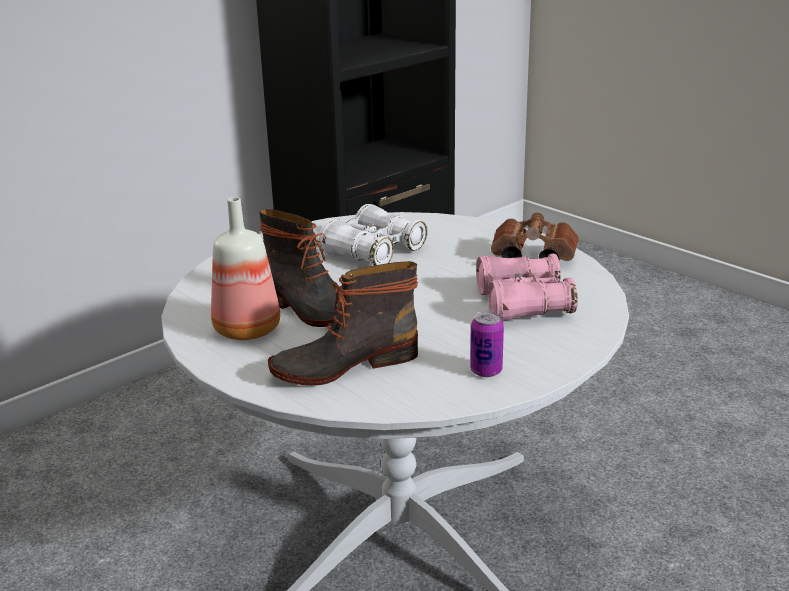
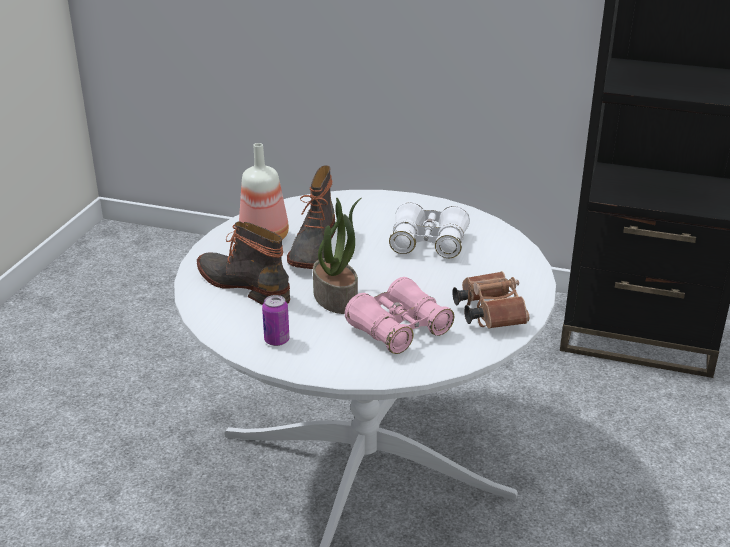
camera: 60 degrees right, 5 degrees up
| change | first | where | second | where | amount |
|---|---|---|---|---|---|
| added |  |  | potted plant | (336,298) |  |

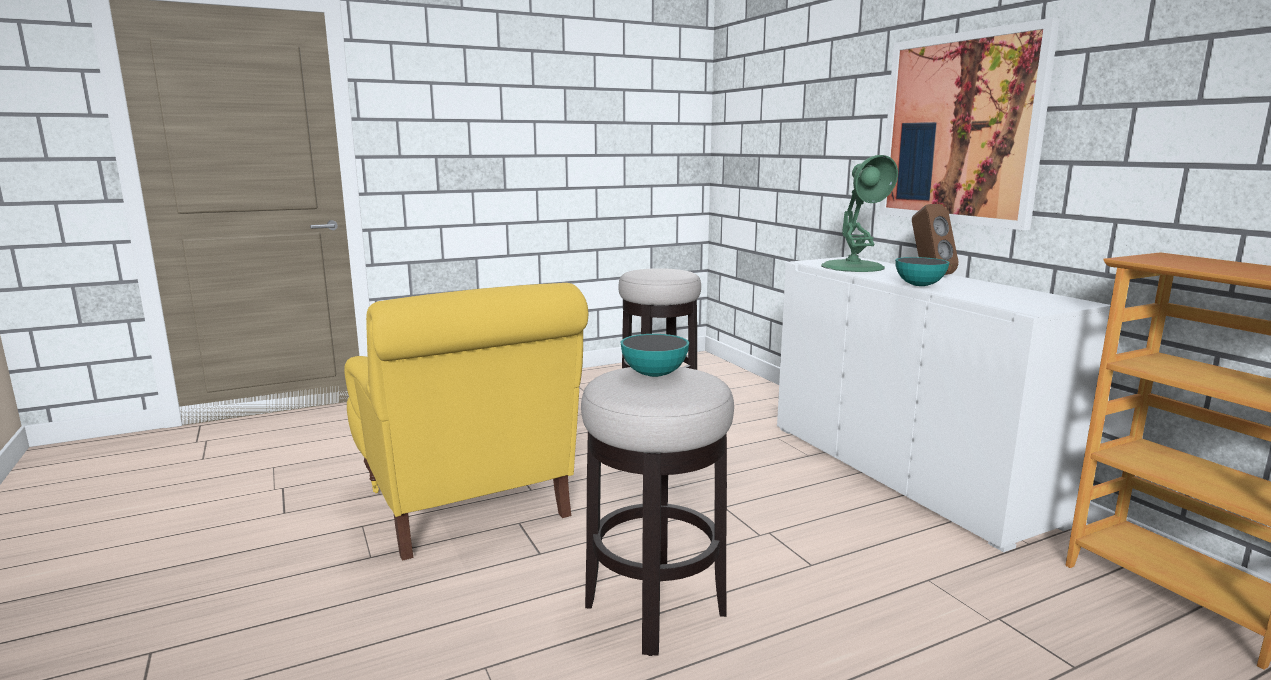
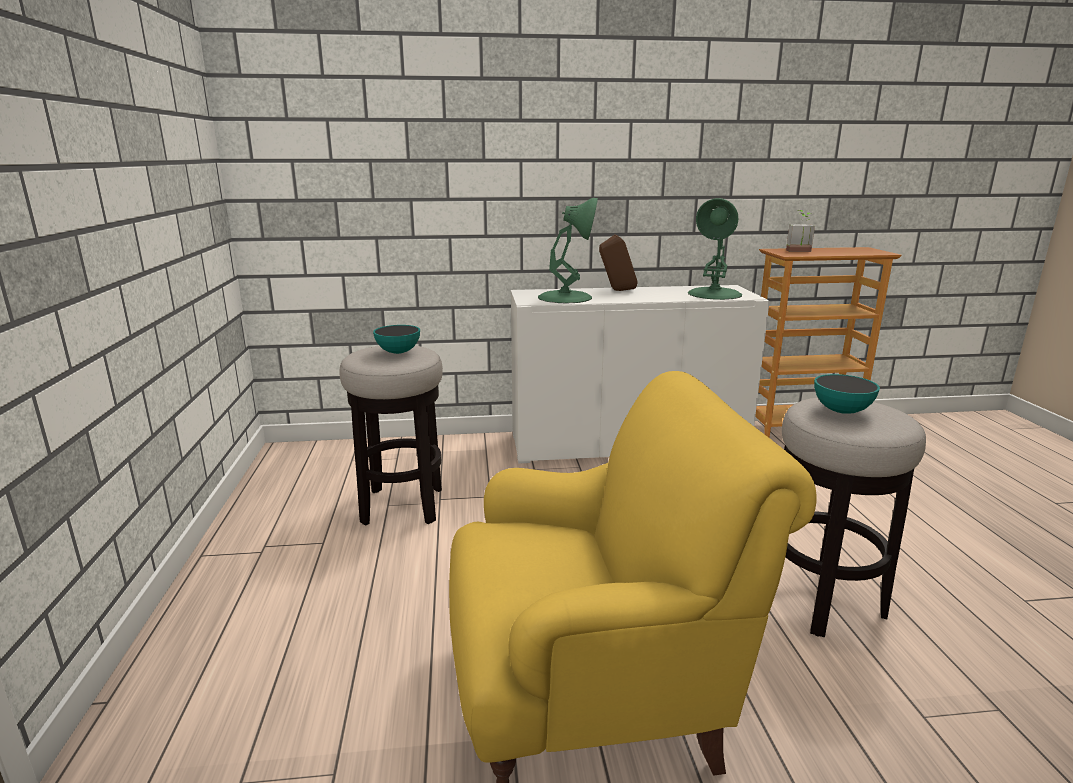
camera: 70 degrees left, 5 degrees up
| change | first | where | second | where | amount |
|---|---|---|---|---|---|
| removed | picture | (960,129) |  |  |  |
| moved | bowl | (919,285) |  | (398,352) |  |
| added |  |  | table lamp in green | (714,294) |  |
| added |  |  | potted plant | (800,251) |  |

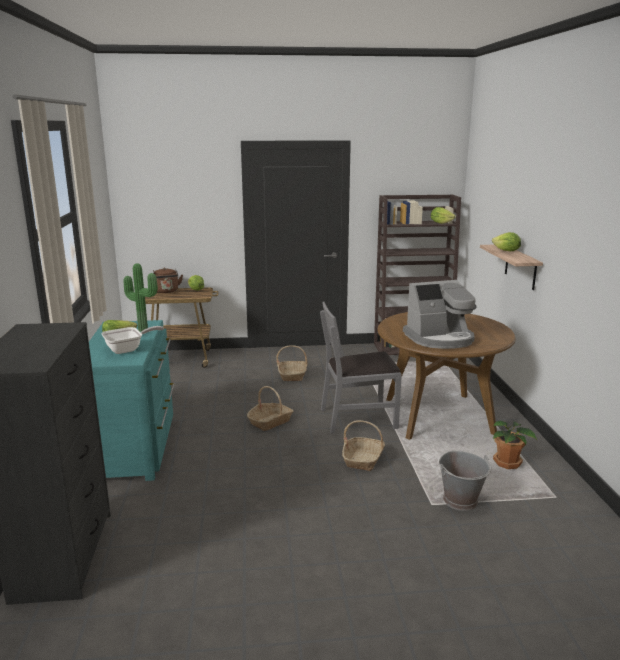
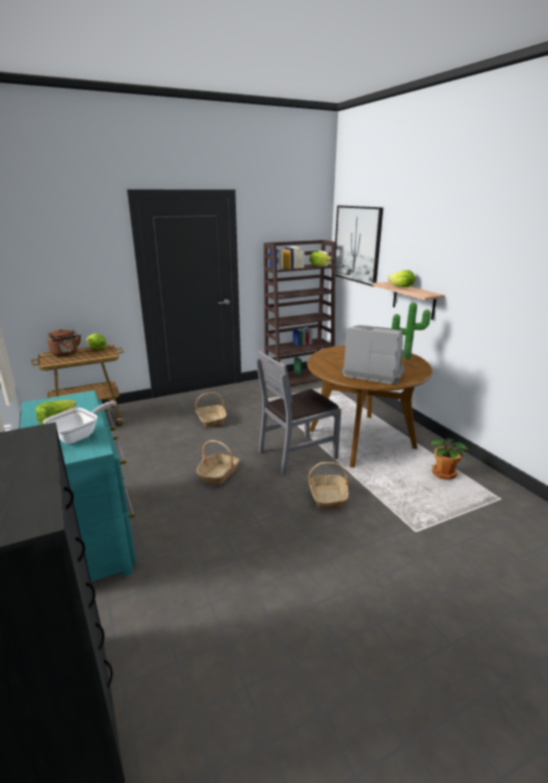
camera: 20 degrees left, 5 degrees up
| change | first | where | second | where | amount |
|---|---|---|---|---|---|
| moved | potted plant | (144,329) |  | (406,358) |  |
| turned | coffee machine | (440,338) |  | (373,372) | 120 degrees counterclockwise |
| removed | bucket in grey | (461,500) |  |  |  |
| added |  |  | picture | (357,244) |  |

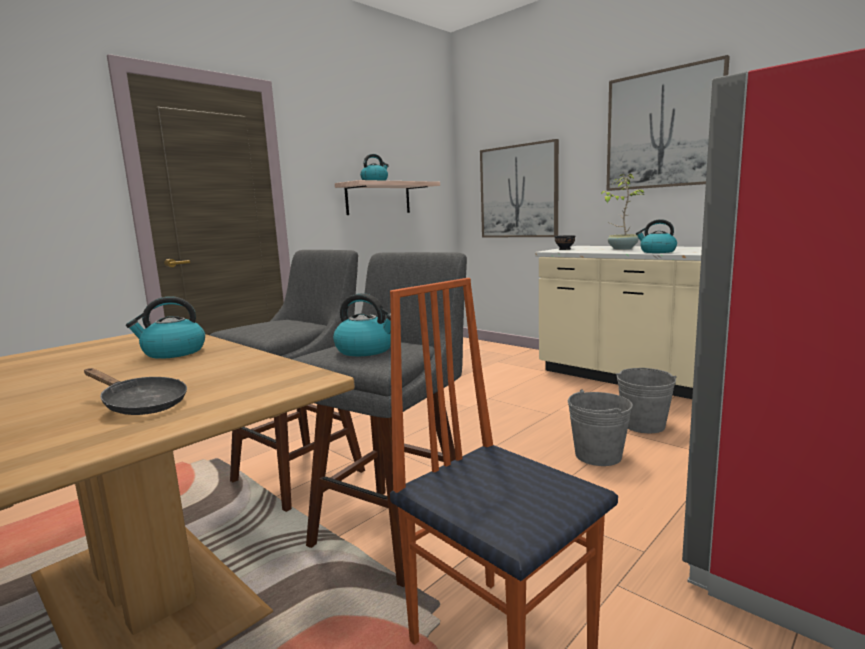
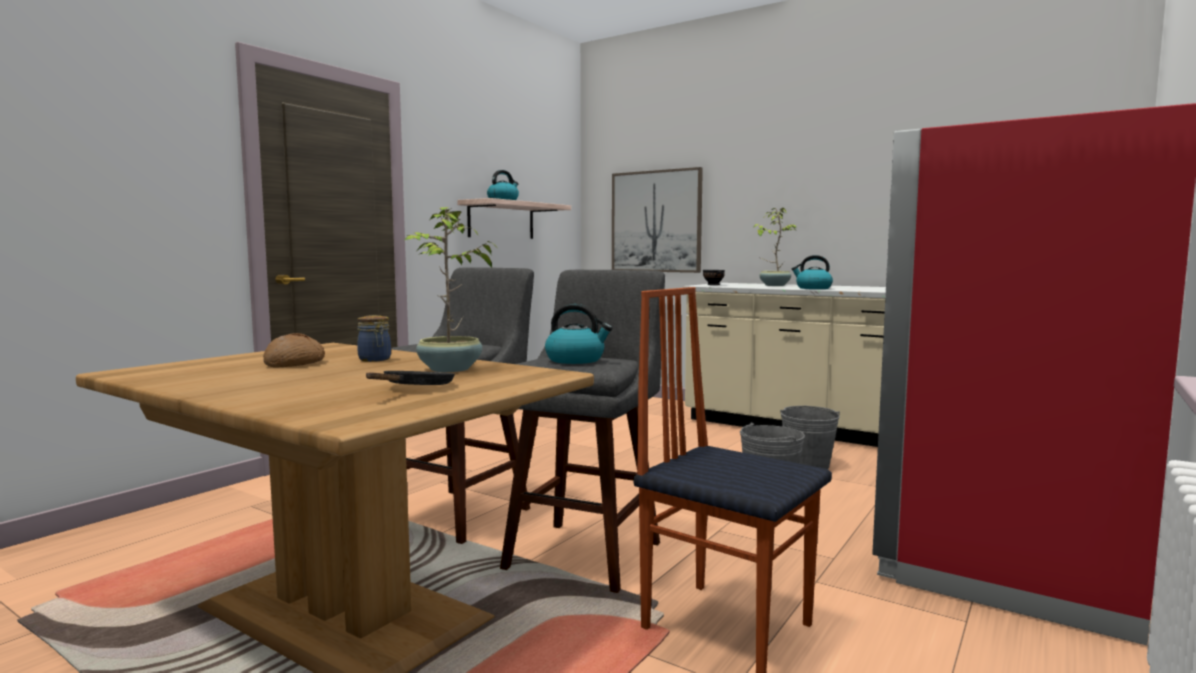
camera: 10 degrees left, 5 degrees down
| change | first | where | second | where | amount |
|---|---|---|---|---|---|
| turned | frying pan in black | (140,405) |  | (415,388) | 90 degrees counterclockwise |
| replaced | kettle | (173,352) | jar | (375,359) |  |
| removed | picture | (663,129) |  |  |  |
| added |  |  | bread | (295,363) |  |
| added |  |  | potted plant | (449,369) |  |

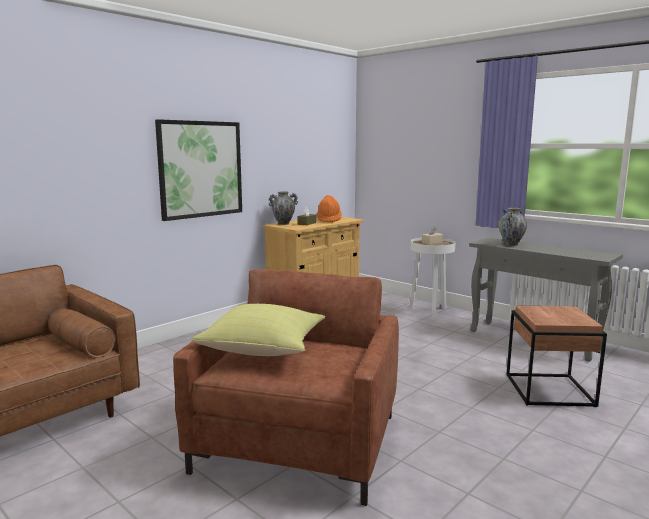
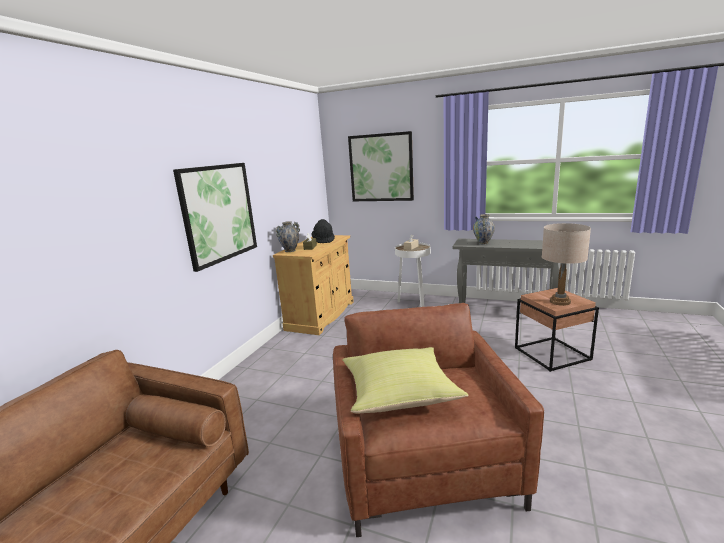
camera: 20 degrees left, 5 degrees up
| change | first | where | second | where | amount |
|---|---|---|---|---|---|
| recoloured | hat in orange | (329,220) | hat in black | (323,240) |  |
| added |  |  | picture | (381,168) |  |
| added |  |  | table lamp in beige | (560,301) |  |

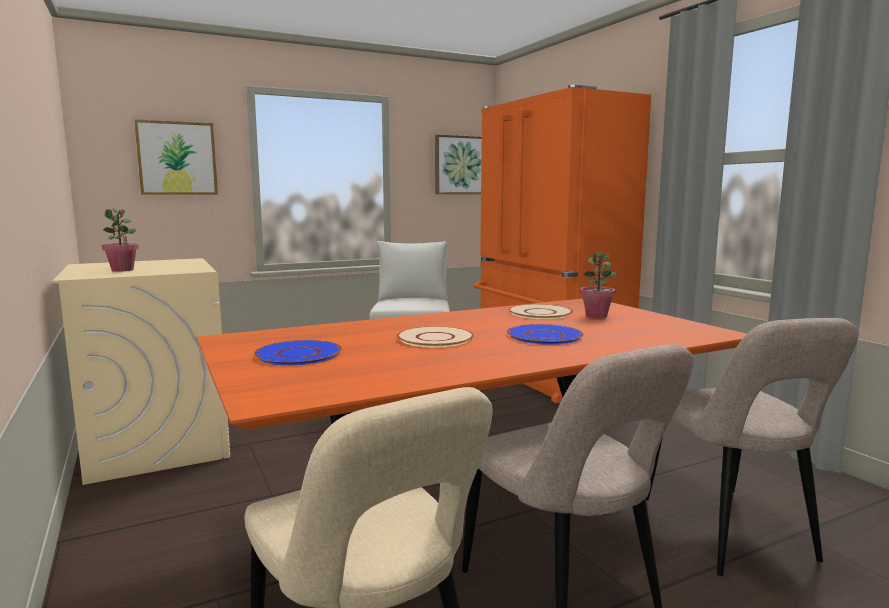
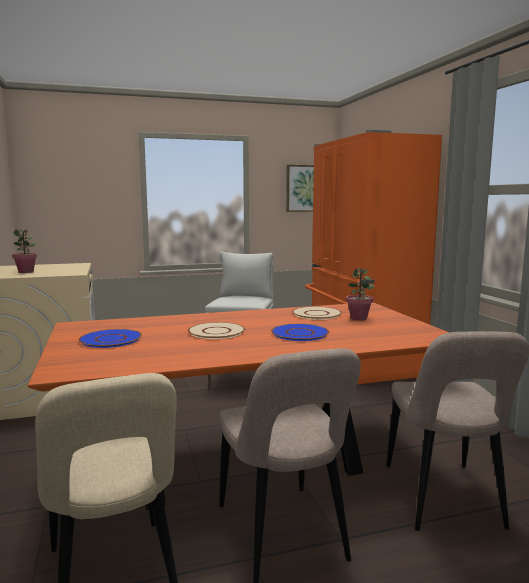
camera: 10 degrees right, 0 degrees up
| change | first | where | second | where | amount |
|---|---|---|---|---|---|
| removed | picture | (177,158) |  |  |  |

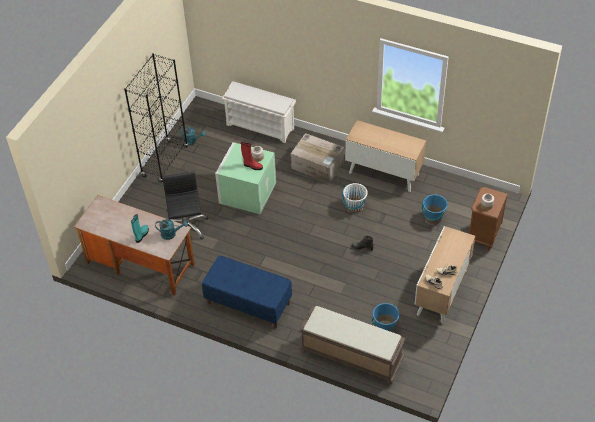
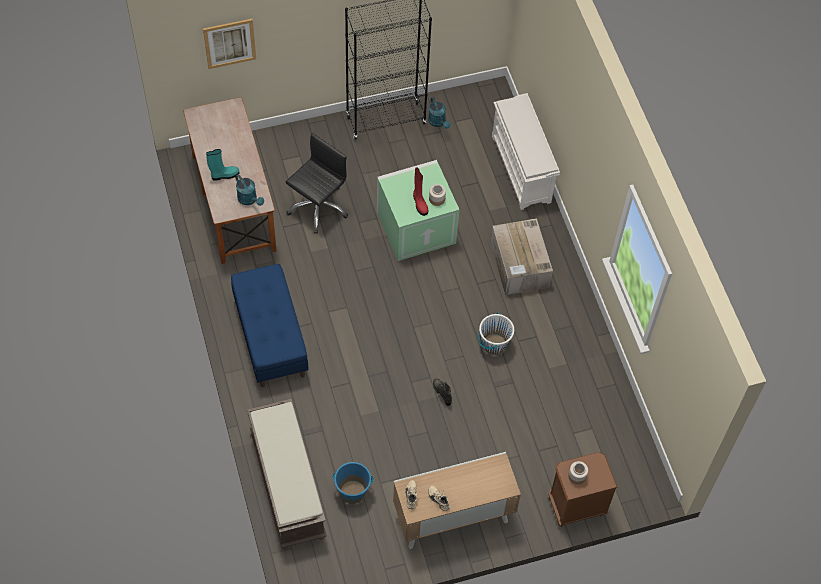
camera: 45 degrees right, 10 degrees up
| change | first | where | second | where | amount |
|---|---|---|---|---|---|
| removed | cabinet | (384,173) |  |  |  |
| removed | bucket in blue | (433,218) |  |  |  |
| added |  |  | picture | (229,43) |  |

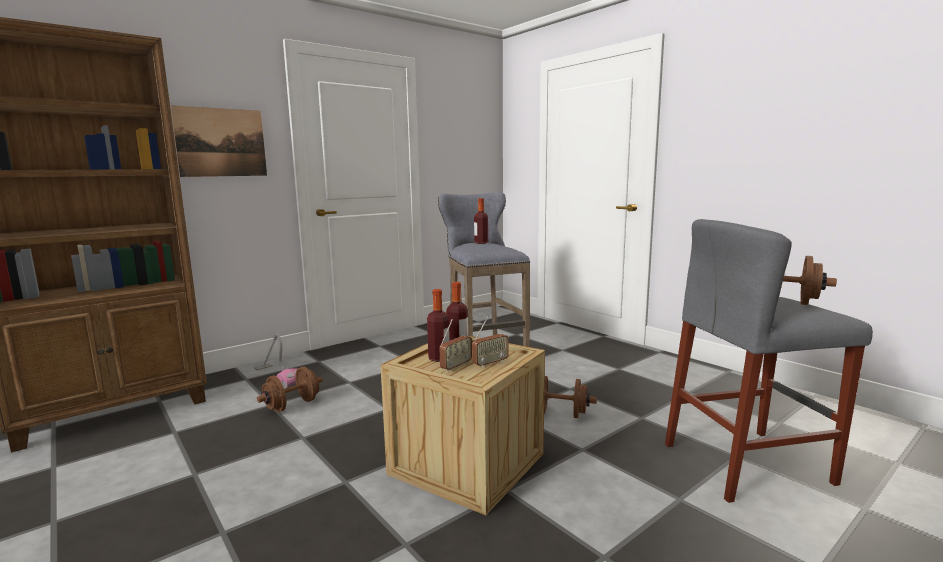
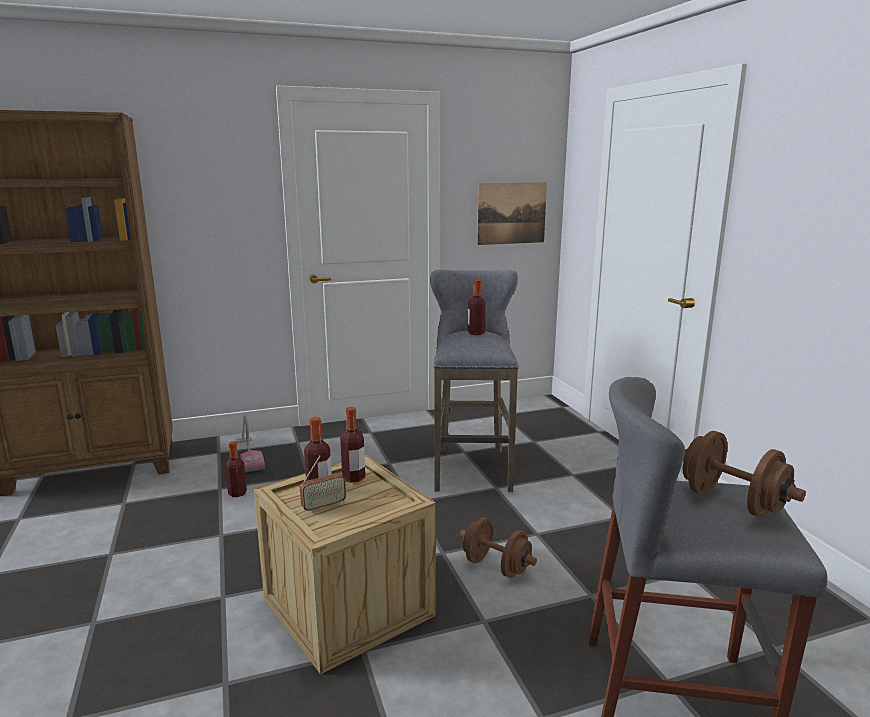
camera: 20 degrees right, 5 degrees up
| change | first | where | second | where | amount |
|---|---|---|---|---|---|
| moved | picture | (221,142) |  | (511,213) |  |
| replaced | dumbbell in brown | (292,405) | bottle | (237,493) |  |
| removed | radio | (490,363) |  |  |  |

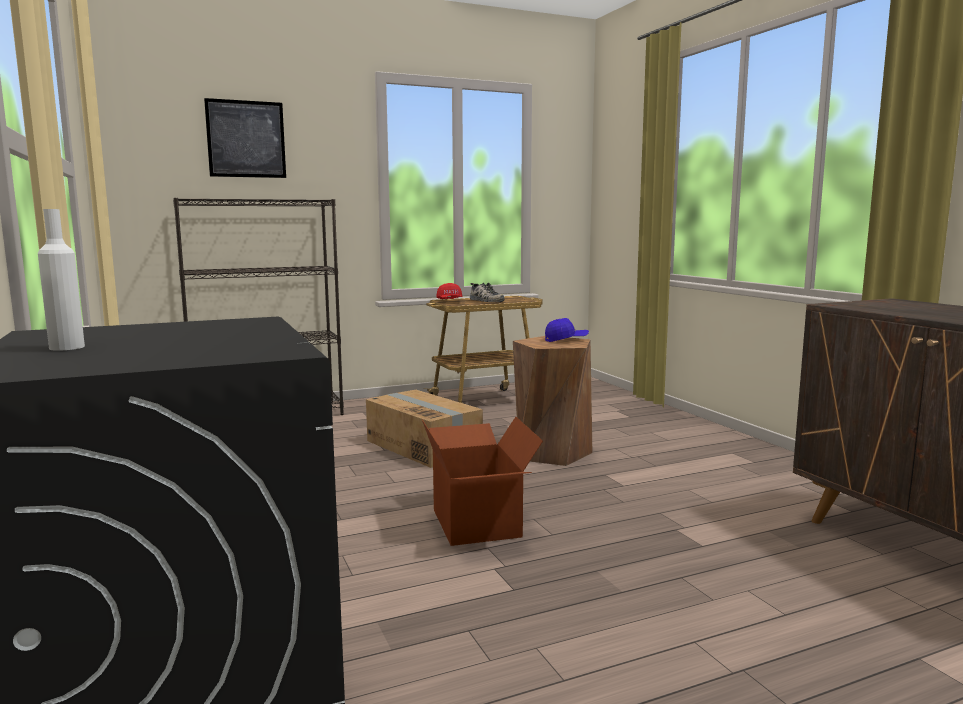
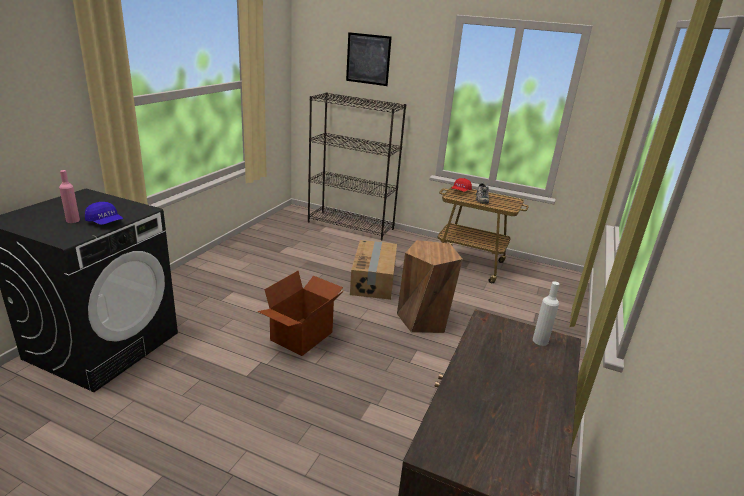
camera: 45 degrees right, 15 degrees up
| change | first | where | second | where | amount |
|---|---|---|---|---|---|
| moved | bottle in white | (67,347) |  | (540,341) |  |
| moved | cap in blue | (566,340) |  | (105,222) |  |
| added |  |  | bottle in pink | (73,220) |  |

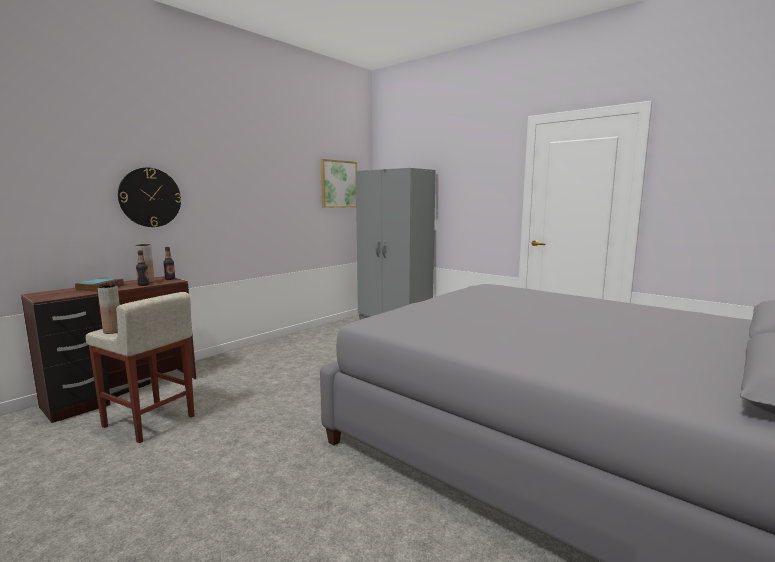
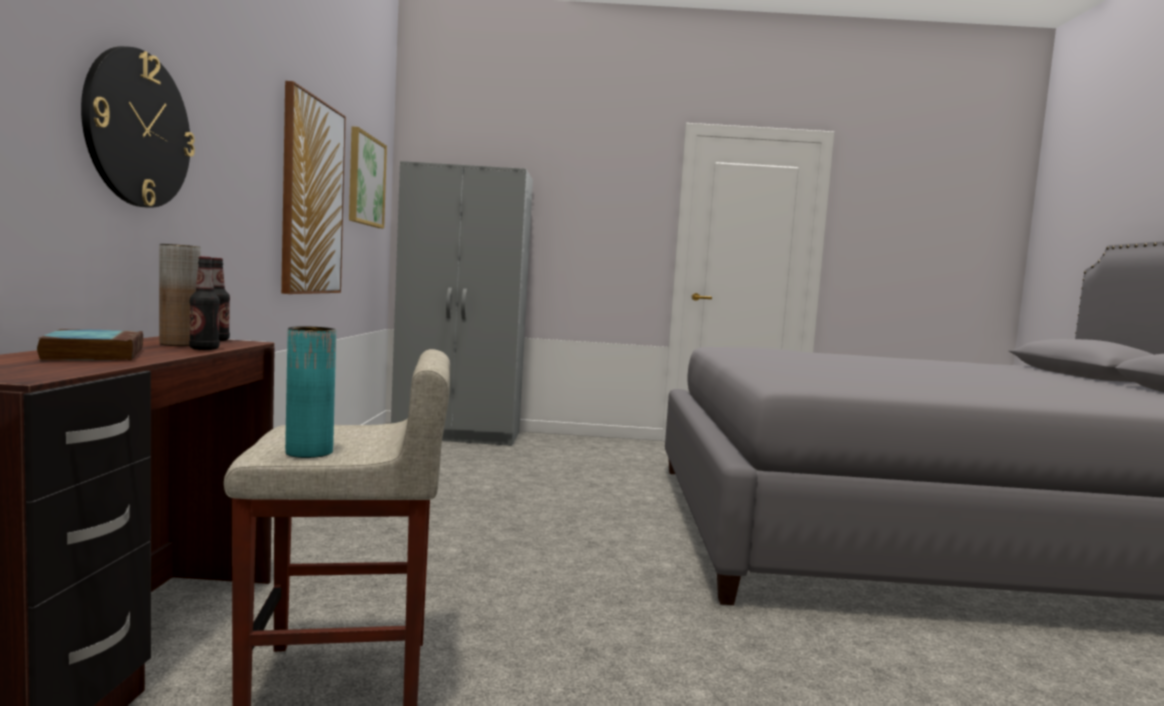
camera: 40 degrees left, 5 degrees down
| change | first | where | second | where | amount |
|---|---|---|---|---|---|
| recoloured | vase in brown | (113,331) | vase in turquoise | (309,452) |  |
| added |  |  | picture | (312,197) |  |

